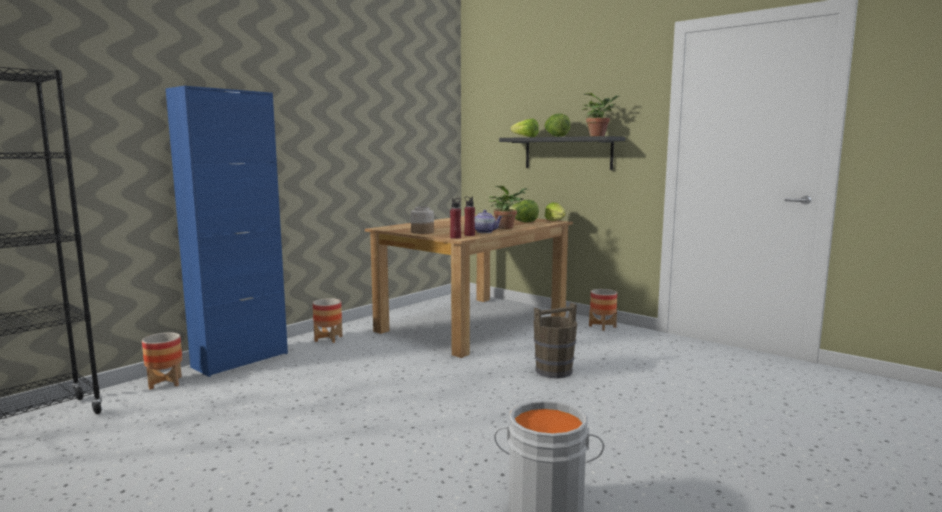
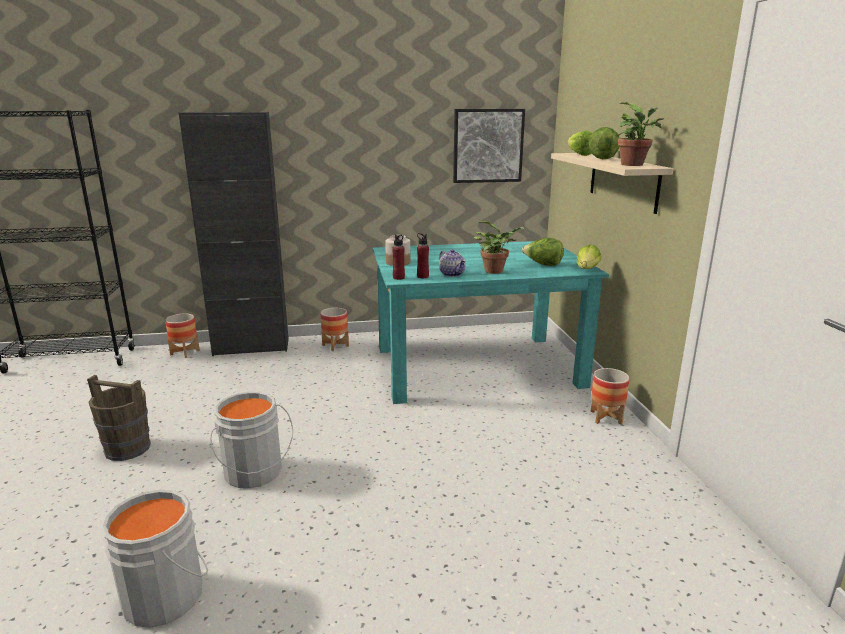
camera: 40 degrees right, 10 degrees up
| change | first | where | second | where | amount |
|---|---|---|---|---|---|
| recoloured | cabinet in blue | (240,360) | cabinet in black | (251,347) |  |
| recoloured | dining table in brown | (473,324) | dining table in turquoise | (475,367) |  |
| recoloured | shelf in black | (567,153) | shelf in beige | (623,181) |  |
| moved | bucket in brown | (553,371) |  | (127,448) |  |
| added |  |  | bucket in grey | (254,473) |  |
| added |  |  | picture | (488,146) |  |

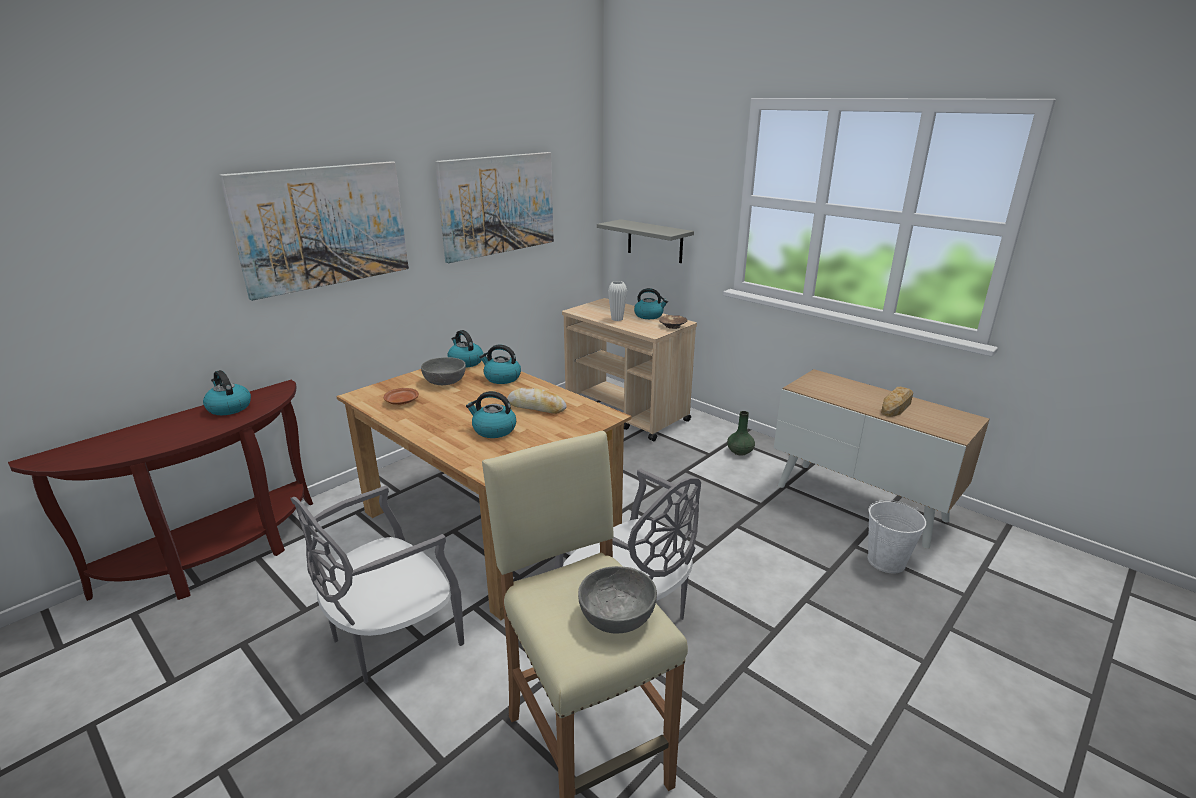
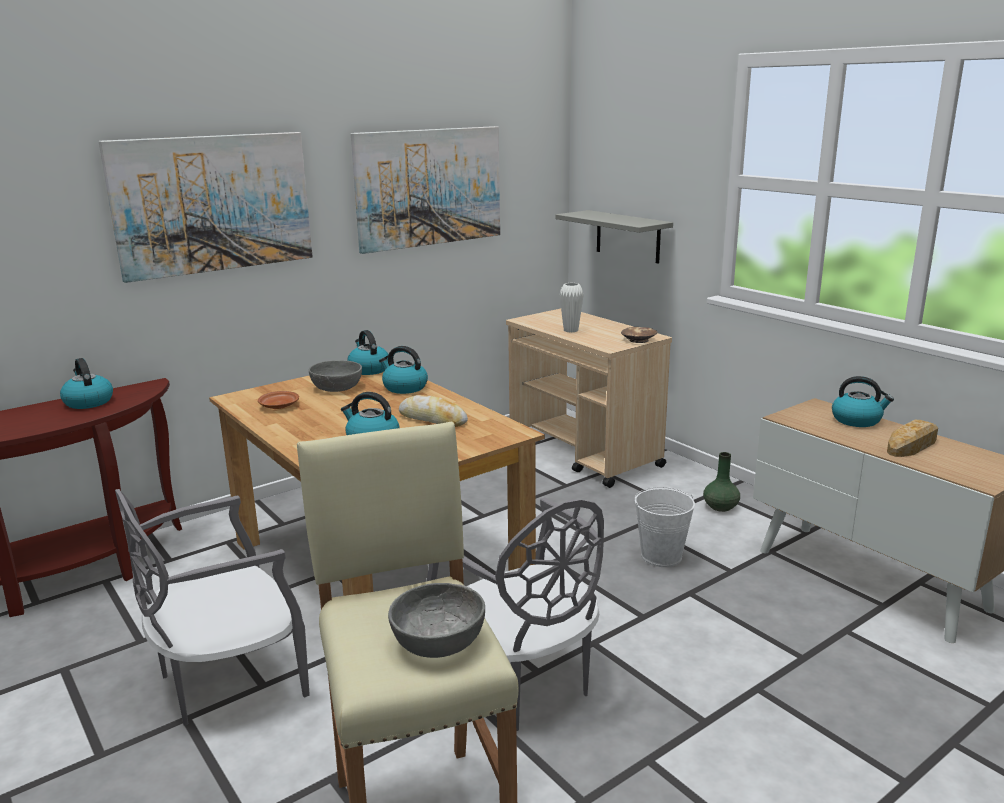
camera: 10 degrees right, 5 degrees down
| change | first | where | second | where | amount |
|---|---|---|---|---|---|
| moved | kettle | (649,315) |  | (857,420) |  |
| moved | bucket in white | (886,561) |  | (661,556) |  |

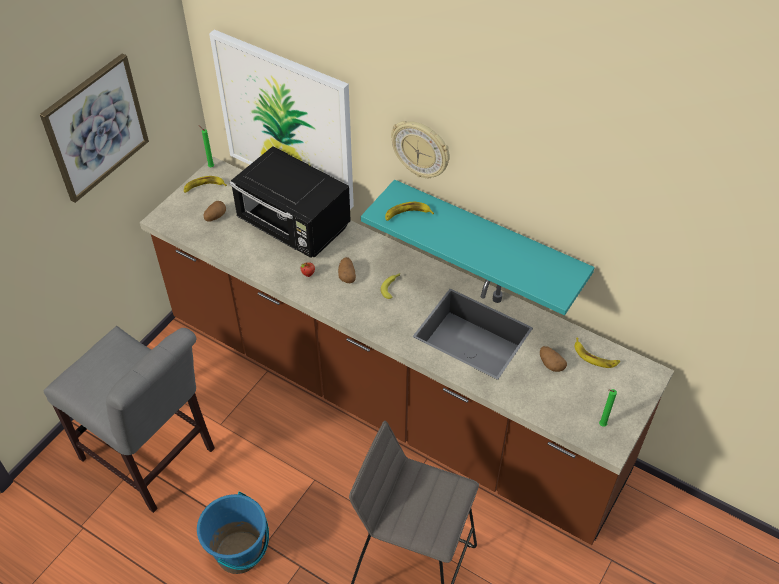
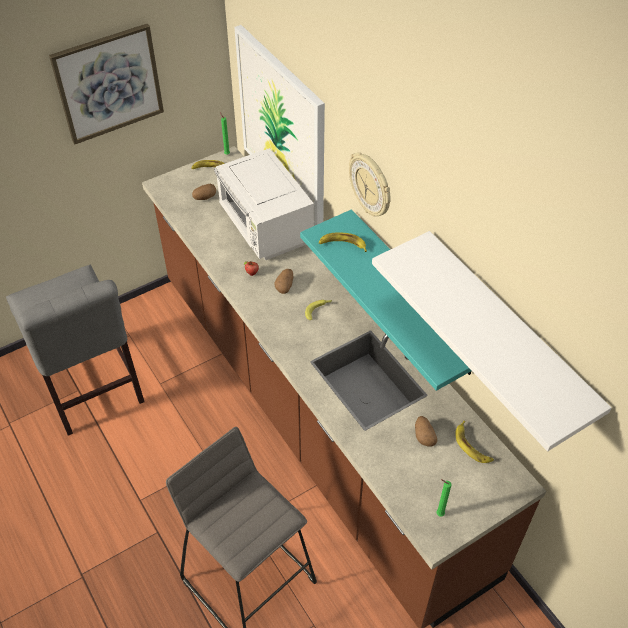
camera: 25 degrees right, 0 degrees up
| change | first | where | second | where | amount |
|---|---|---|---|---|---|
| removed | bucket in blue | (239,553) |  |  |  |
| recoloured | microwave in black | (294,227) | microwave in white | (265,228) |  |
| added |  |  | shelf in white | (507,331) |  |

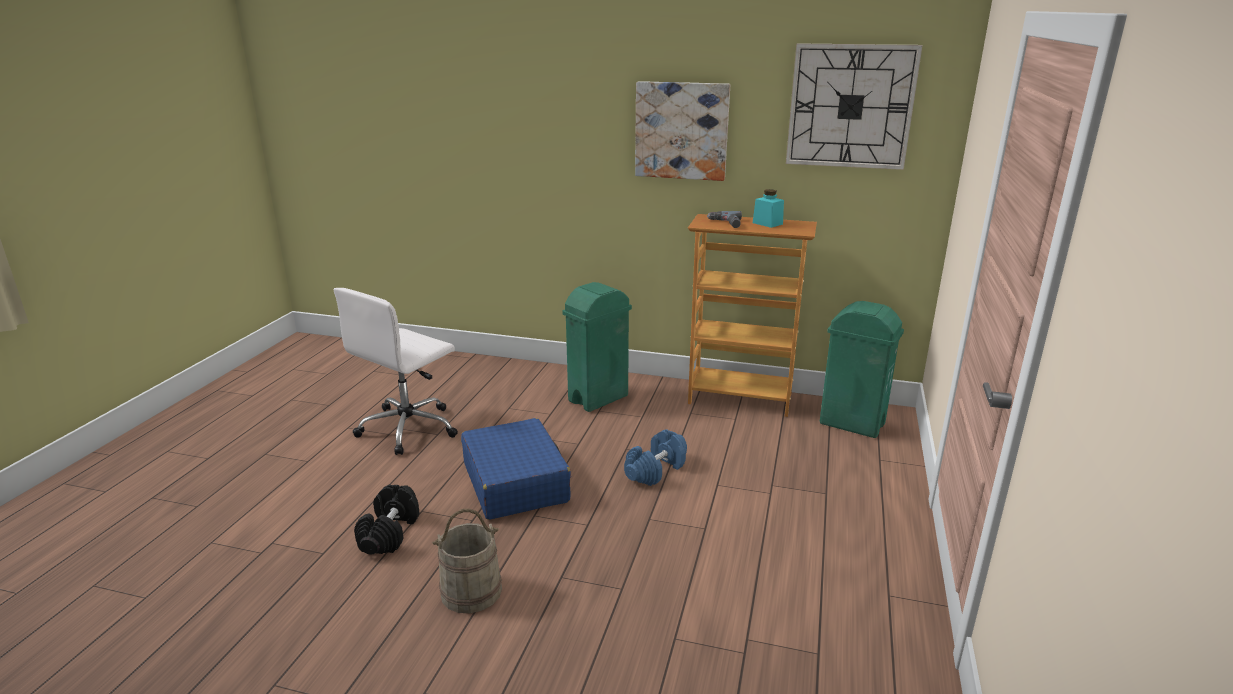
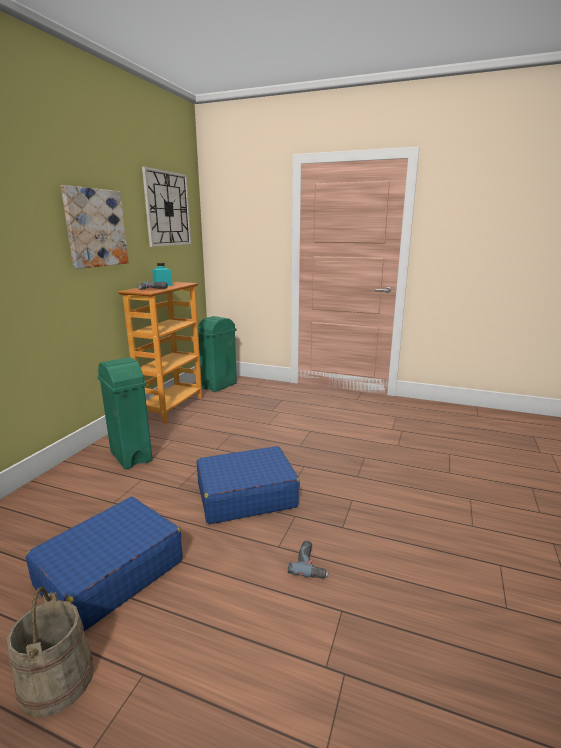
camera: 85 degrees left, 5 degrees down
| change | first | where | second | where | amount |
|---|---|---|---|---|---|
| replaced | office chair in white | (409,428) | suitcase in blue | (110,573) |  |
| replaced | dumbbell in black | (390,533) | power drill | (311,564) |  |
| moved | bucket in beige | (471,591) |  | (56,680) |  |
| removed | dumbbell in blue | (656,470) |  |  |  |

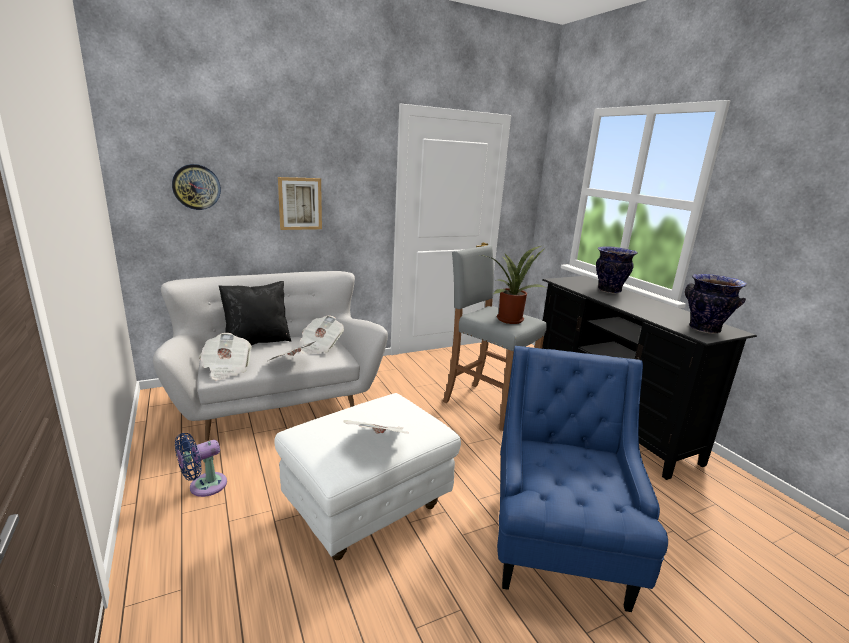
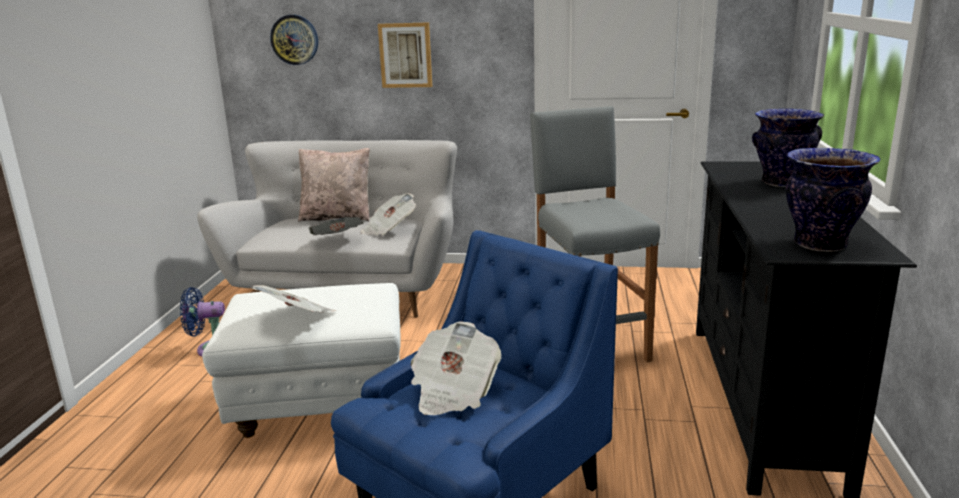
camera: 35 degrees right, 0 degrees up
| change | first | where | second | where | amount |
|---|---|---|---|---|---|
| moved | newspaper | (226,368) |  | (453,391) |  |
| recoloured | pillow in black | (257,341) | pillow in beige | (337,217) |  |
| removed | potted plant | (509,319) |  |  |  |

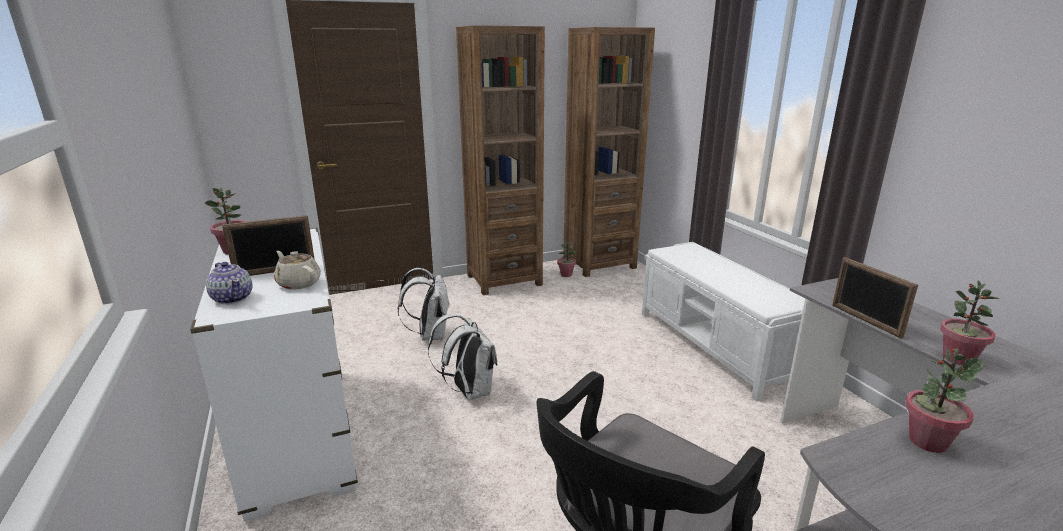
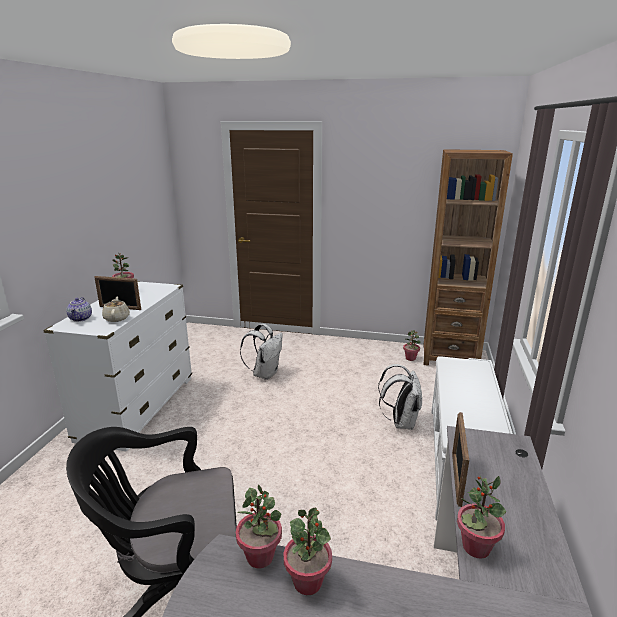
camera: 35 degrees right, 0 degrees up
| change | first | where | second | where | amount |
|---|---|---|---|---|---|
| moved | backpack in white | (469,391) |  | (401,422) |  |
| removed | bookcase in brown | (504,280) |  |  |  |
| added |  |  | potted plant | (260,556) |  |

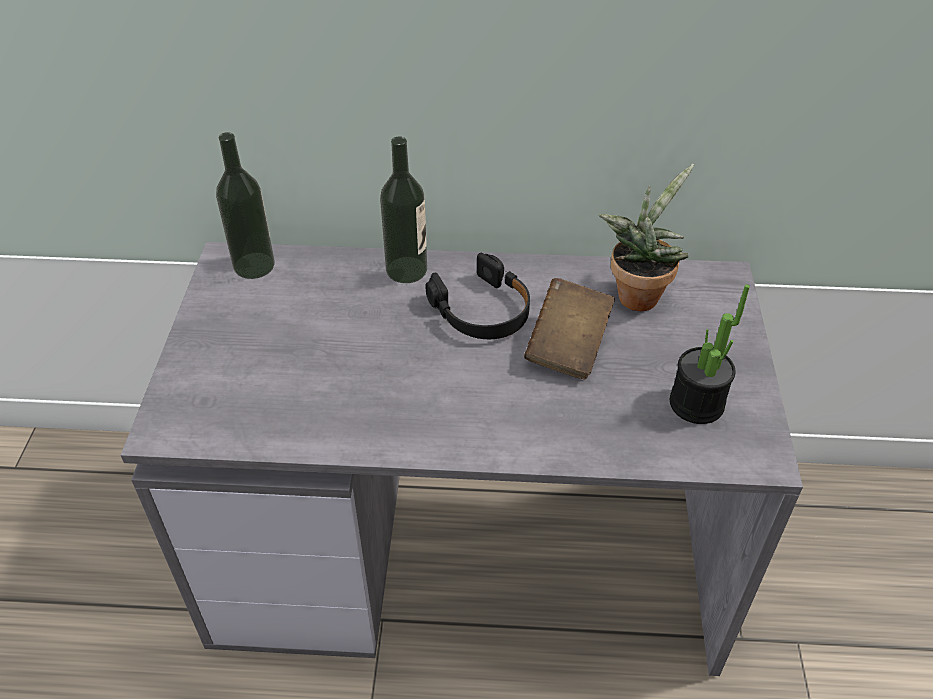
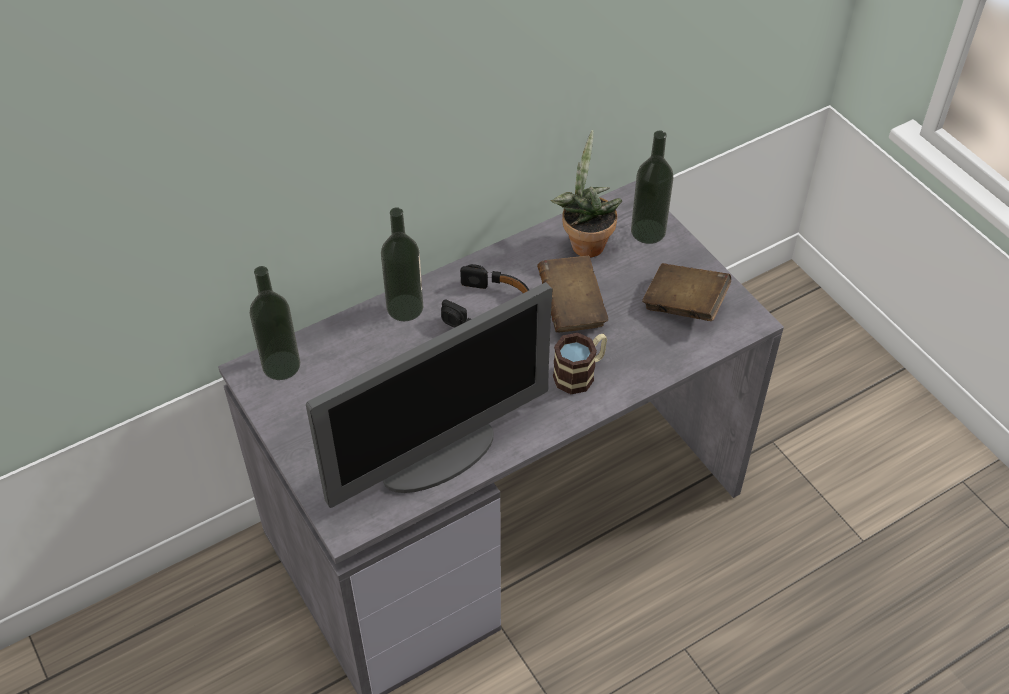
camera: 35 degrees left, 5 degrees up
| change | first | where | second | where | amount |
|---|---|---|---|---|---|
| replaced | potted plant | (696,404) | book in brown | (684,305) |  |
| added |  |  | monitor | (440,456) |  |
| added |  |  | mug | (580,373) |  |
| added |  |  | bottle | (648,231) |  |

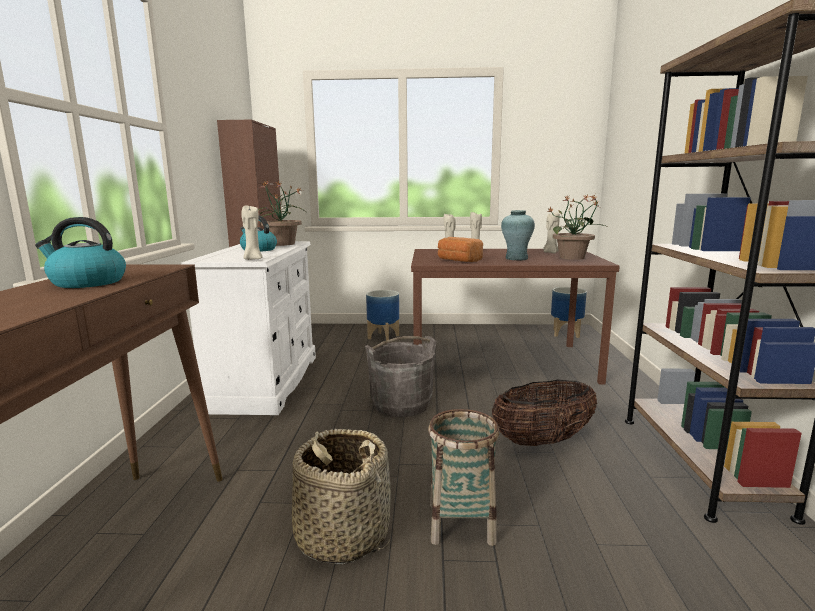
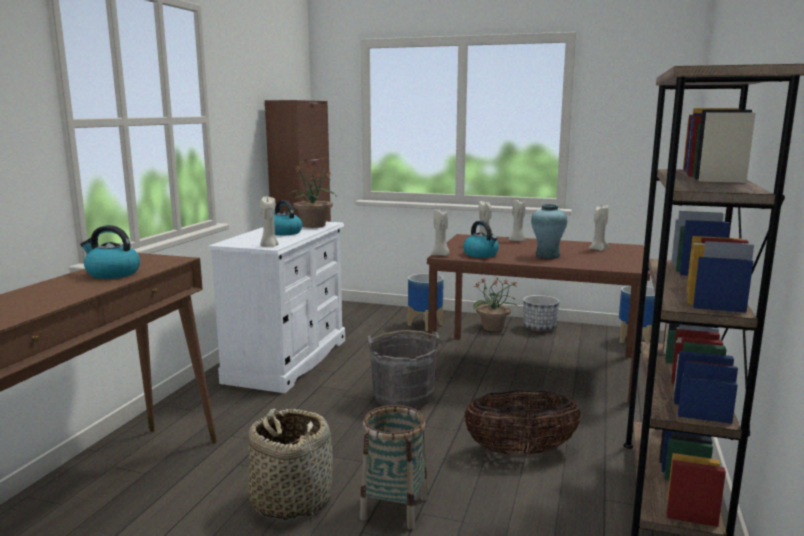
camera: 15 degrees right, 0 degrees up
| change | first | where | second | where | amount |
|---|---|---|---|---|---|
| replaced | bread | (458,260) | kettle | (481,254) |  |
| moved | potted plant | (572,257) |  | (493,327) |  |
| added |  |  | candle in beige | (440,255) |  |
| added |  |  | planter | (539,328) |  |

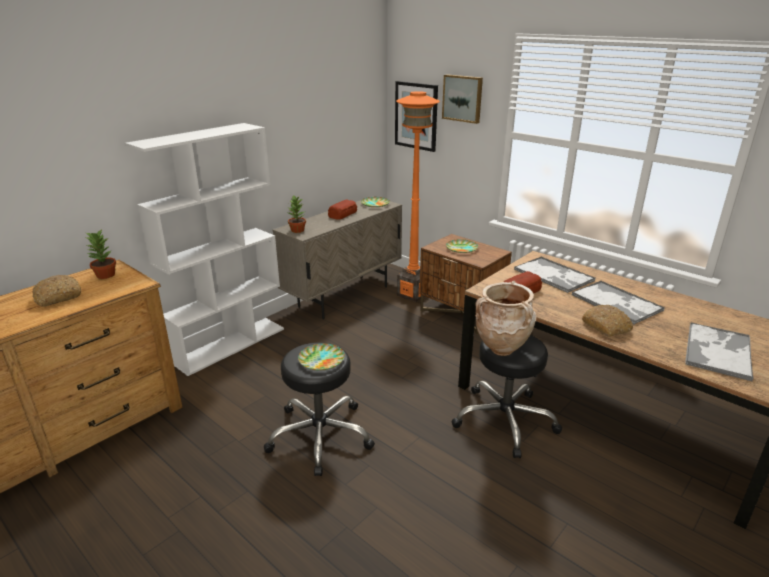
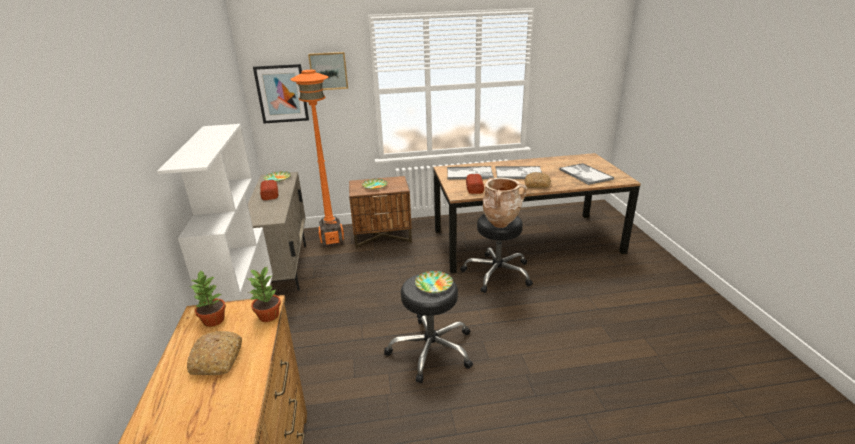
camera: 50 degrees left, 0 degrees up
| change | first | where | second | where | amount |
|---|---|---|---|---|---|
| moved | potted plant | (297,230) |  | (269,316) |  |

